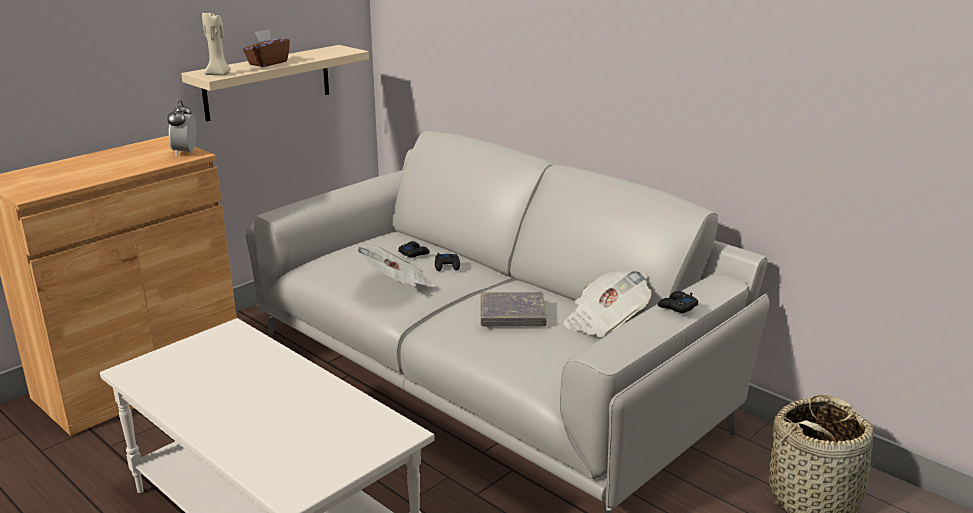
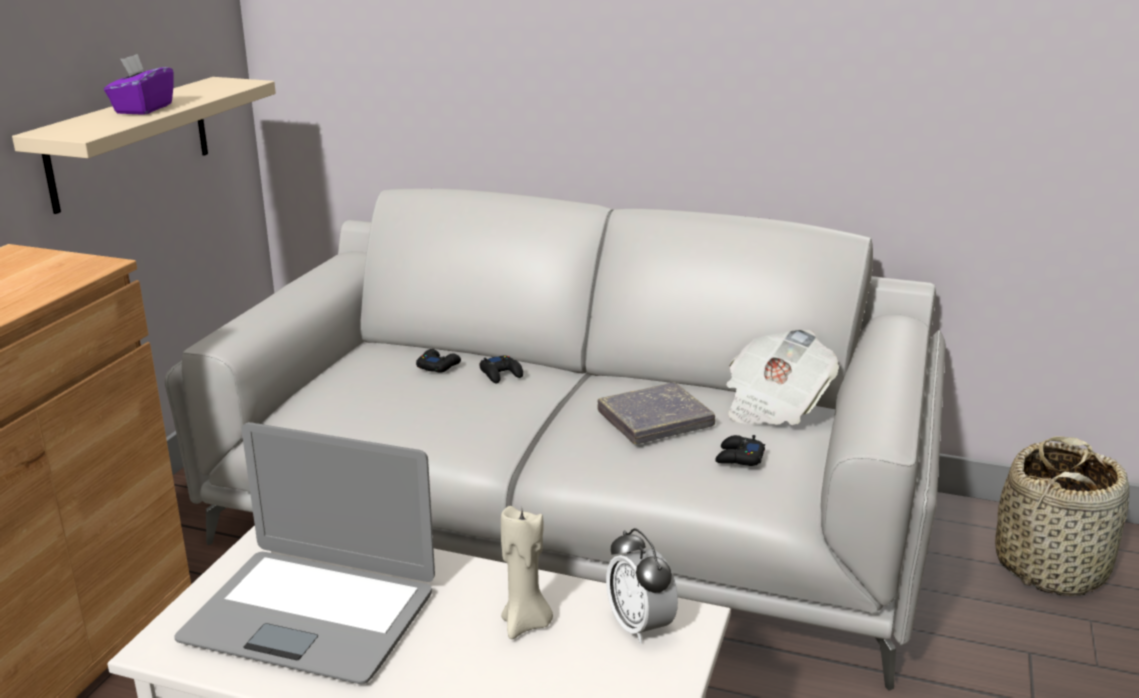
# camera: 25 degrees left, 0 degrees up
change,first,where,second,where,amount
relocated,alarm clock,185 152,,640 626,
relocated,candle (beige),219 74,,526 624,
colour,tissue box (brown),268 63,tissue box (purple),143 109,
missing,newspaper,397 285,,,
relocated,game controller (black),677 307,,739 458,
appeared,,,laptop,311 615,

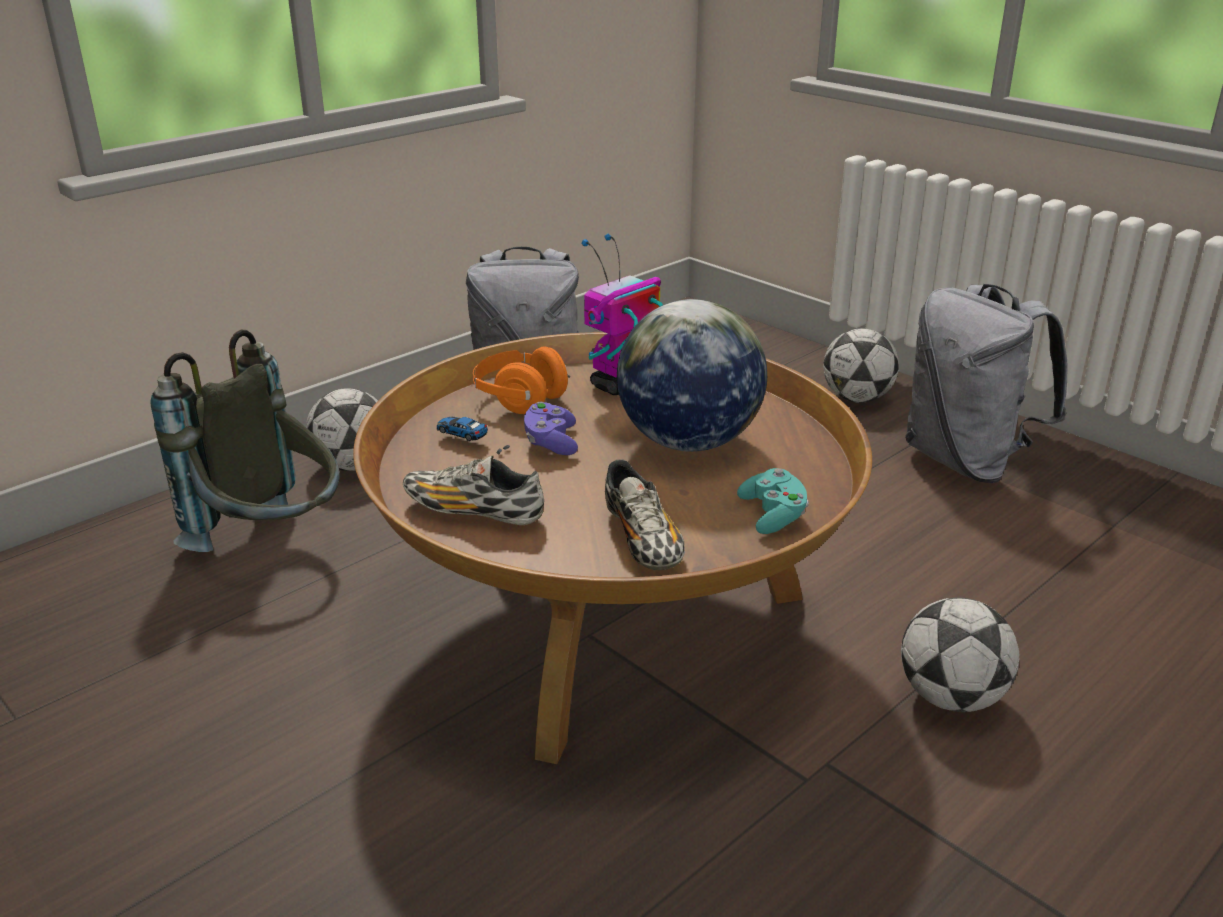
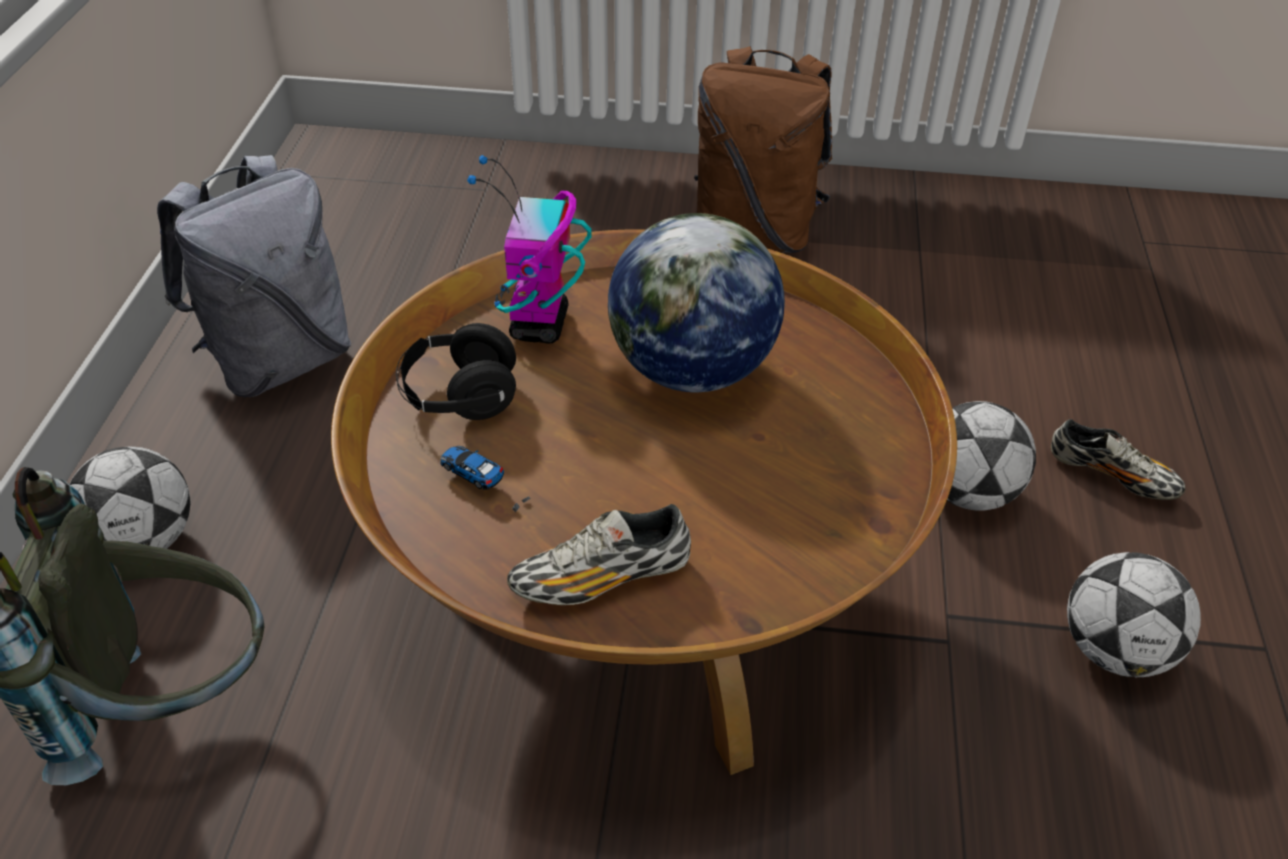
# camera: 40 degrees left, 15 degrees up
change,first,where,second,where,amount
spun,toy car,472 443,,485 485,45 degrees clockwise
colour,headphones (orange),519 399,headphones (black),459 397,
missing,game controller (purple),551 442,,,
relocated,shoe,643 541,,1111 476,
missing,game controller (turquoise),773 515,,,
relocated,football,857 398,,1114 650,
colour,backpack (grey),967 461,backpack (brown),756 231,

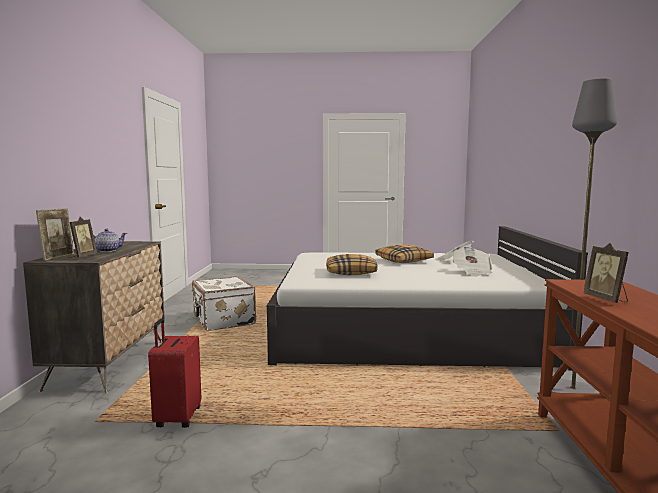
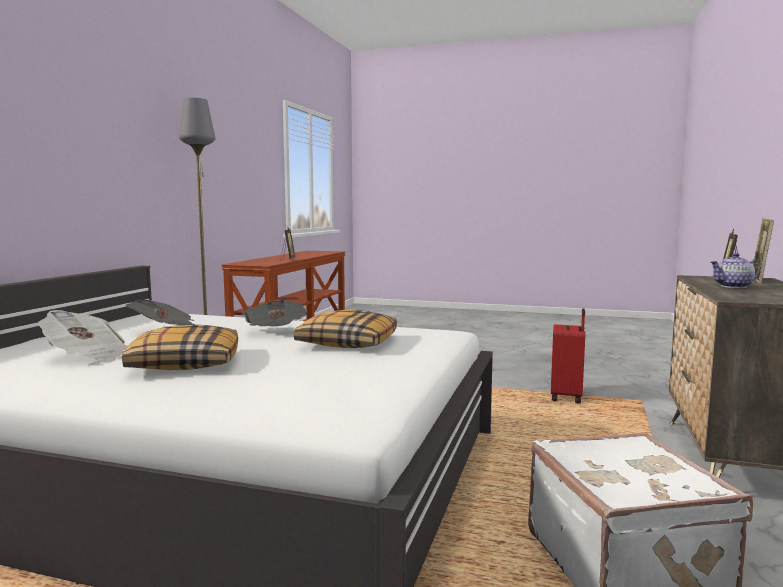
# camera: 165 degrees left, 0 degrees up
change,first,where,second,where,amount
appeared,,,newspaper,276 332,

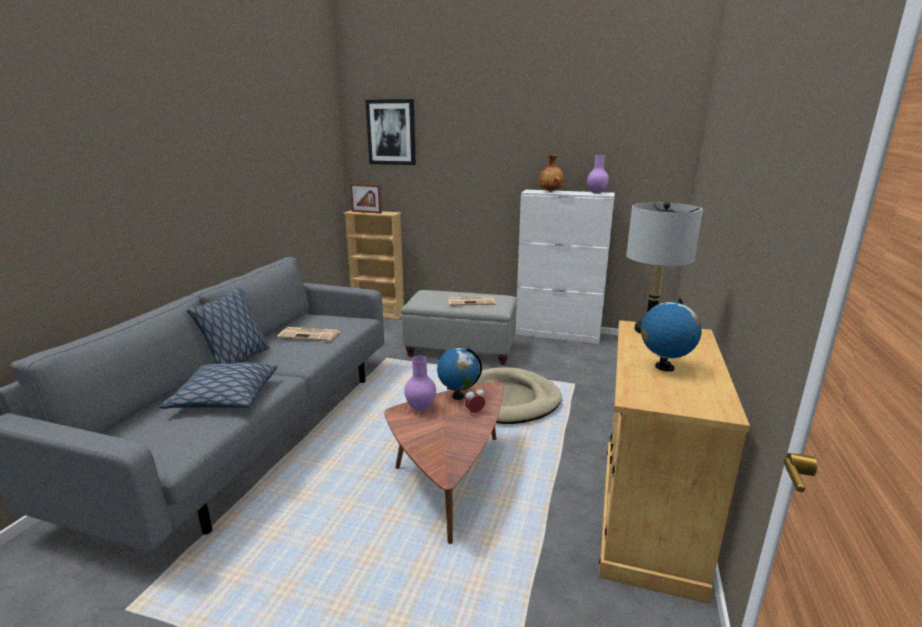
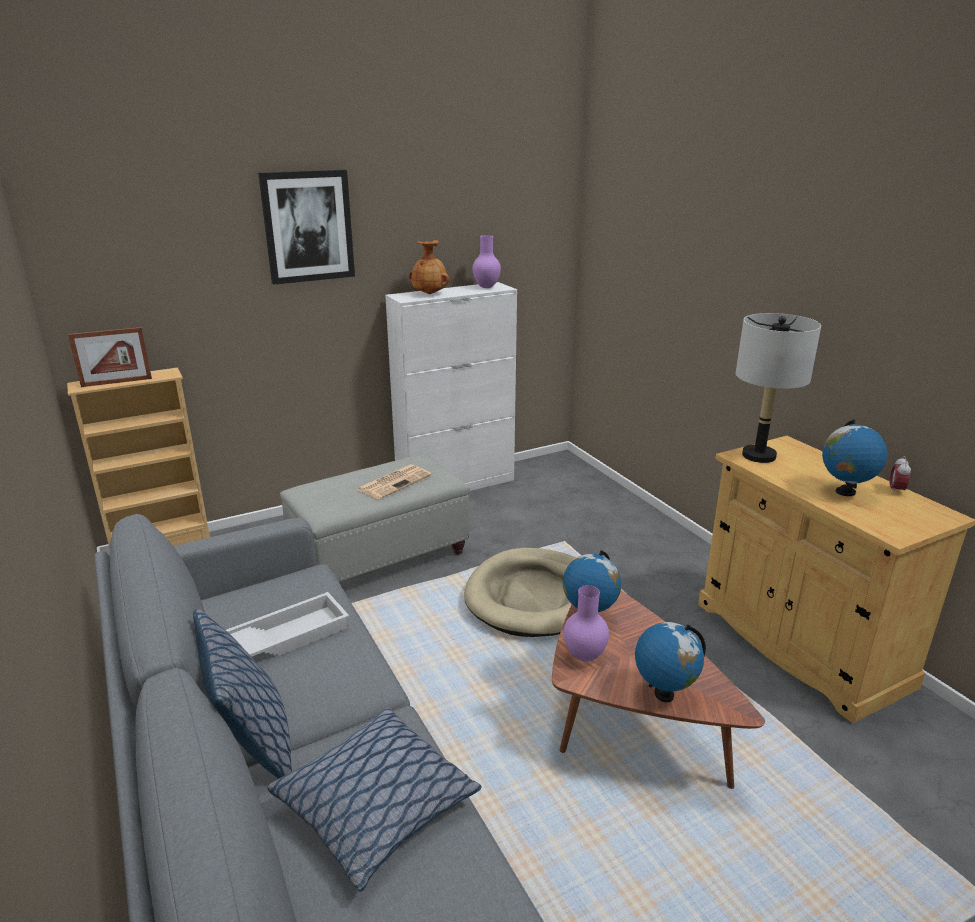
# camera: 45 degrees left, 5 degrees up
change,first,where,second,where,amount
exchanged,newspaper,310 334,tray (white),285 636,
relocated,picture,391 132,,308 226,
relocated,alarm clock,474 412,,896 490,
appeared,,,globe,664 694,

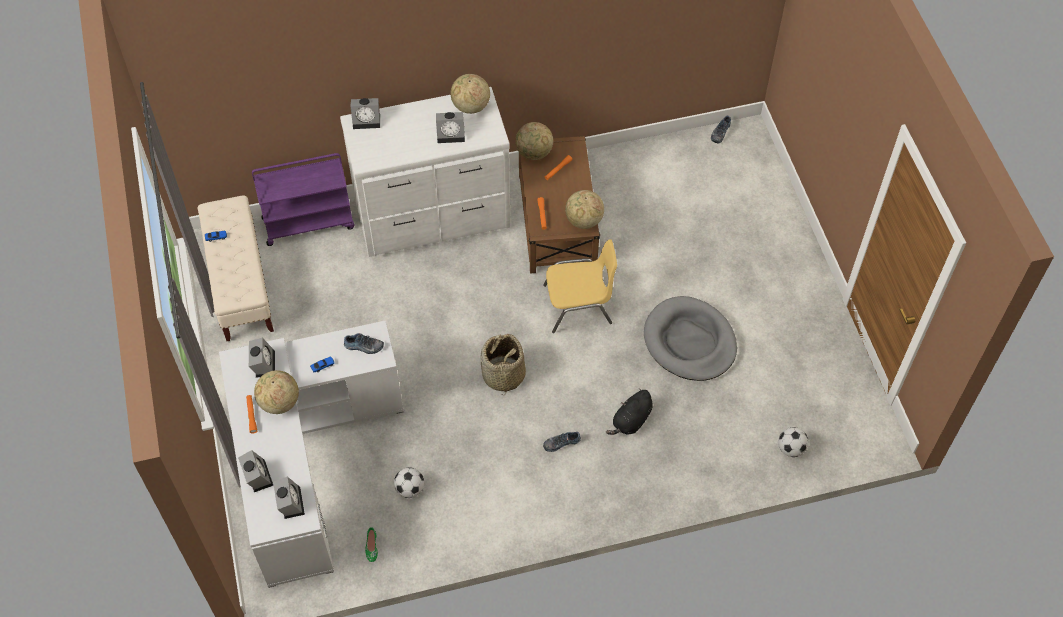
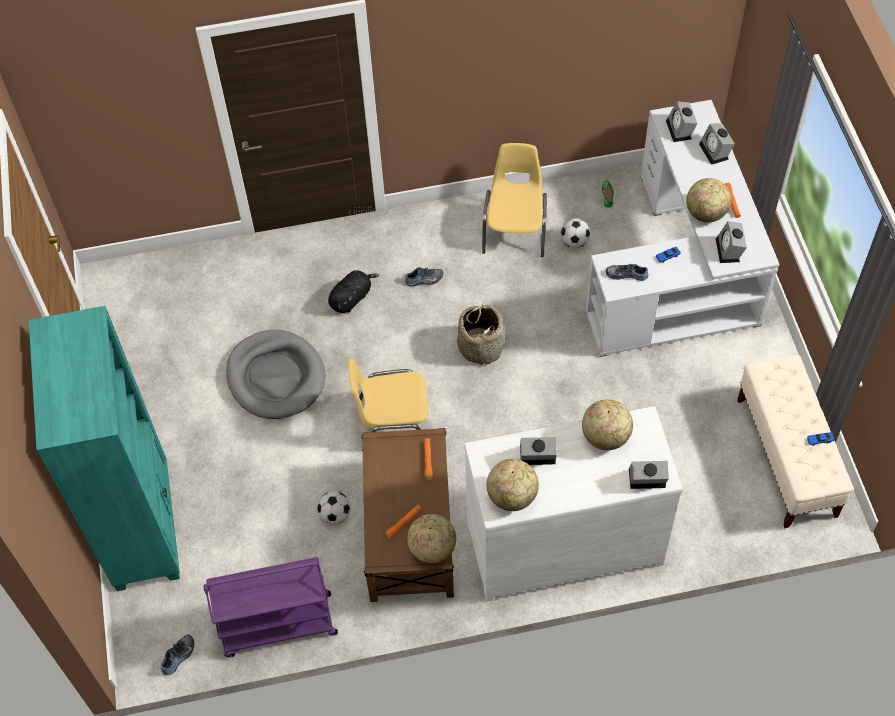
# camera: 175 degrees left, 0 degrees up
change,first,where,second,where,amount
relocated,cart (purple),309 222,,277 626,
relocated,globe,583 221,,606 437,
relocated,football,791 448,,335 515,
appeared,,,bookcase (turquoise),143 526,
appeared,,,chair (yellow),515 229,

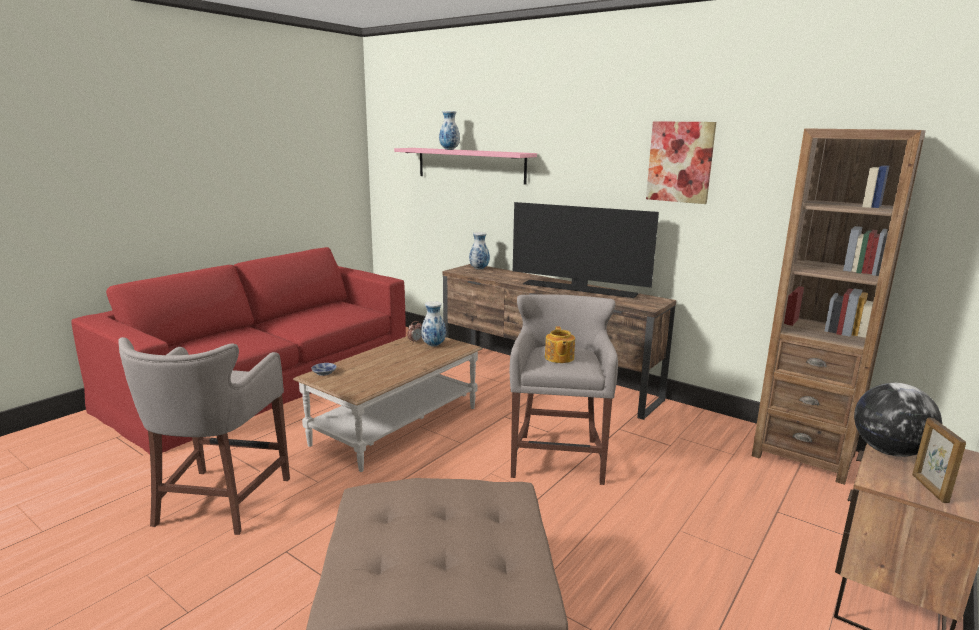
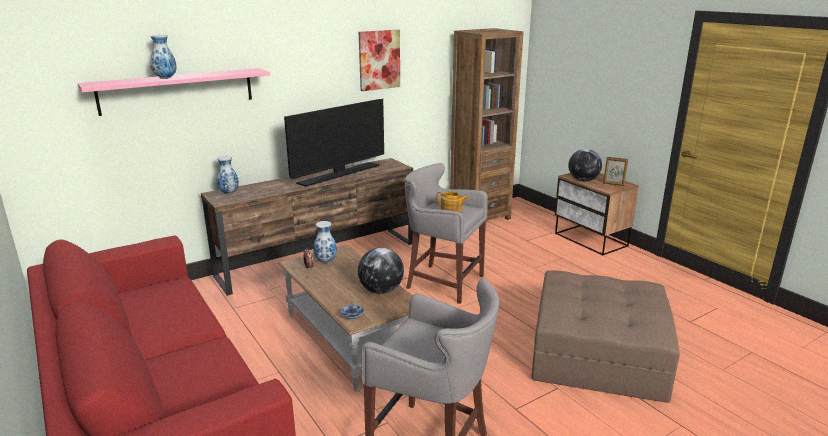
# camera: 70 degrees left, 5 degrees up
change,first,where,second,where,amount
appeared,,,globe,381 290,

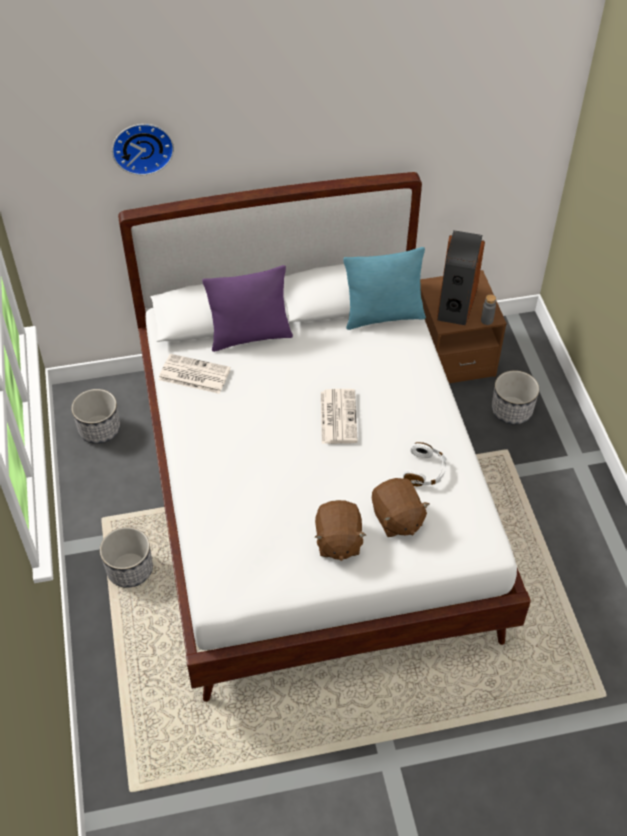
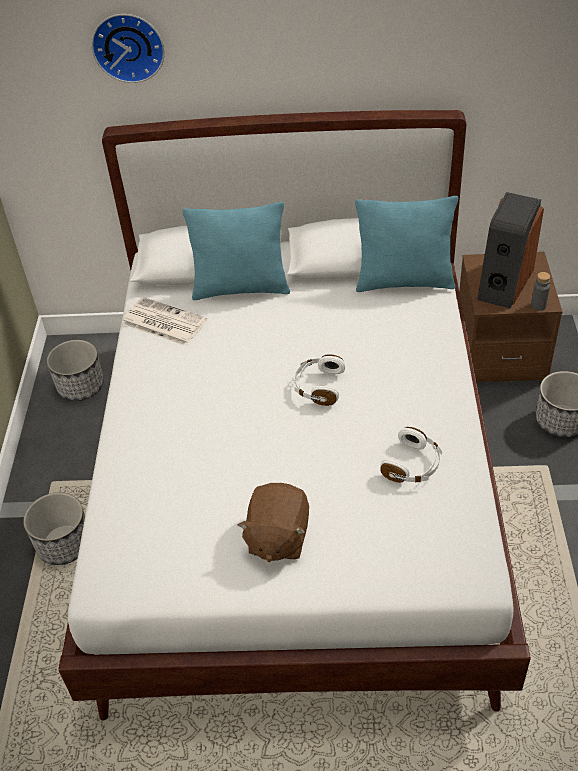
# camera: 15 degrees right, 5 degrees down
change,first,where,second,where,amount
colour,pillow (purple),250 336,pillow (turquoise),241 288,
exchanged,newspaper,338 416,headphones (white),318 386,
missing,plush toy (brown),397 519,,,

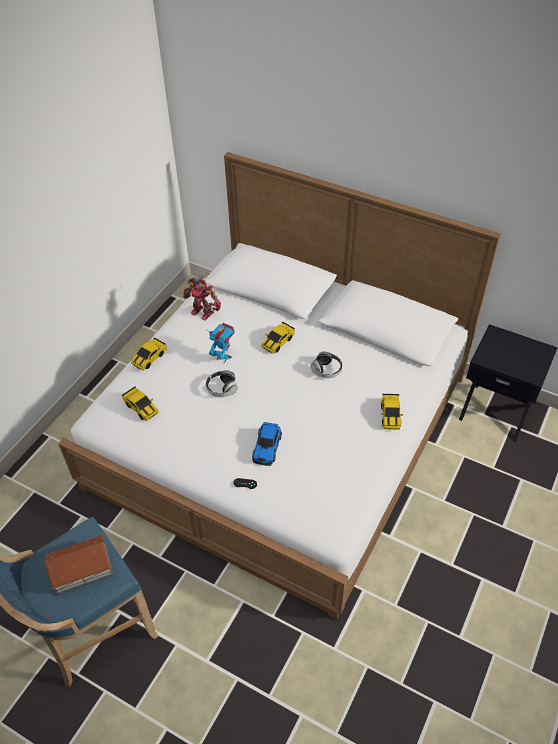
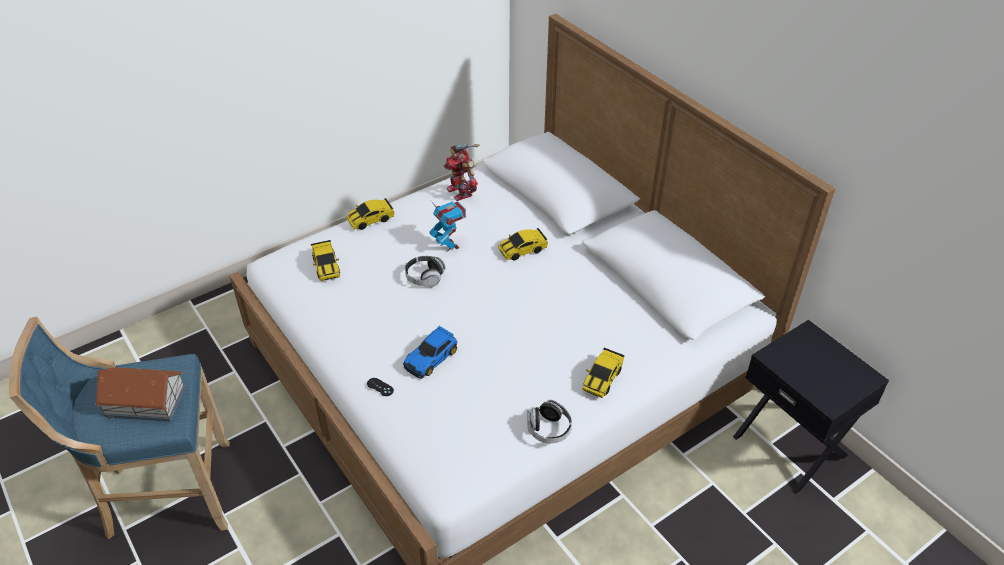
# camera: 25 degrees right, 5 degrees down
change,first,where,second,where,amount
relocated,headphones,327 370,,549 429,

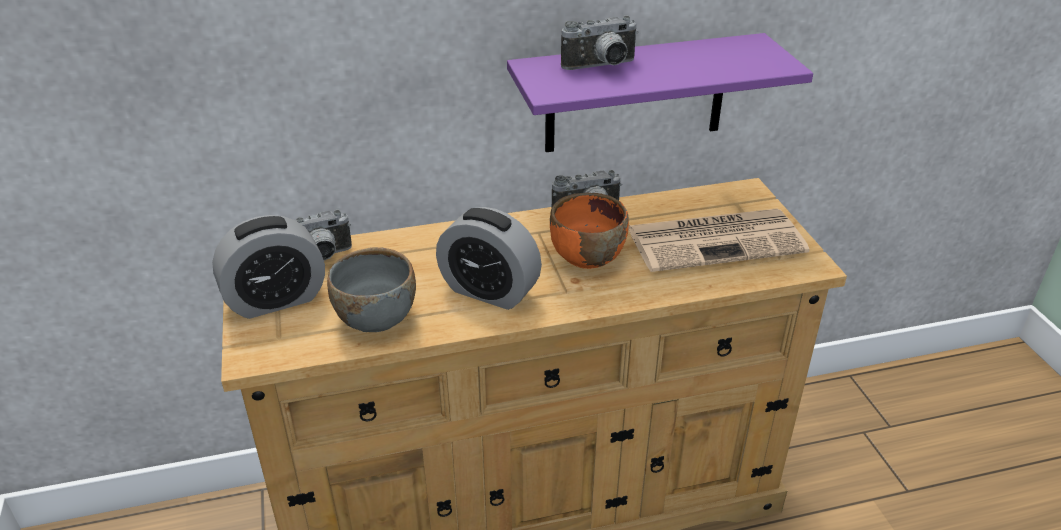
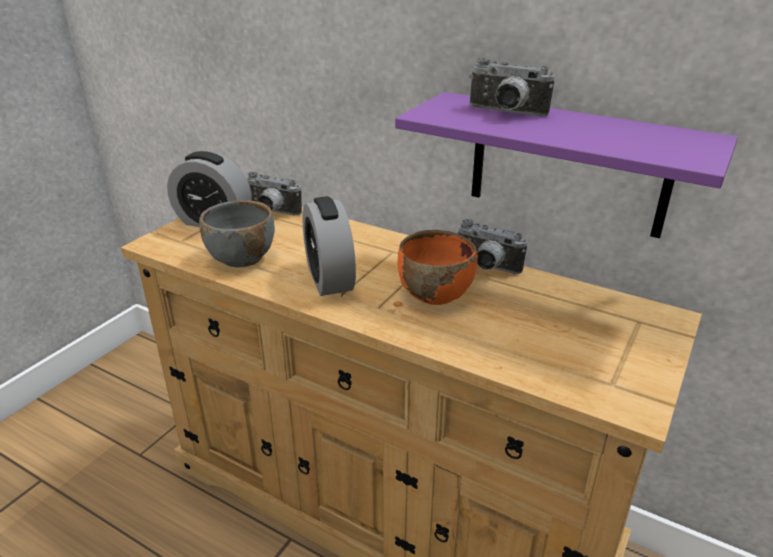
# camera: 45 degrees right, 5 degrees down
change,first,where,second,where,amount
missing,newspaper,717 240,,,

